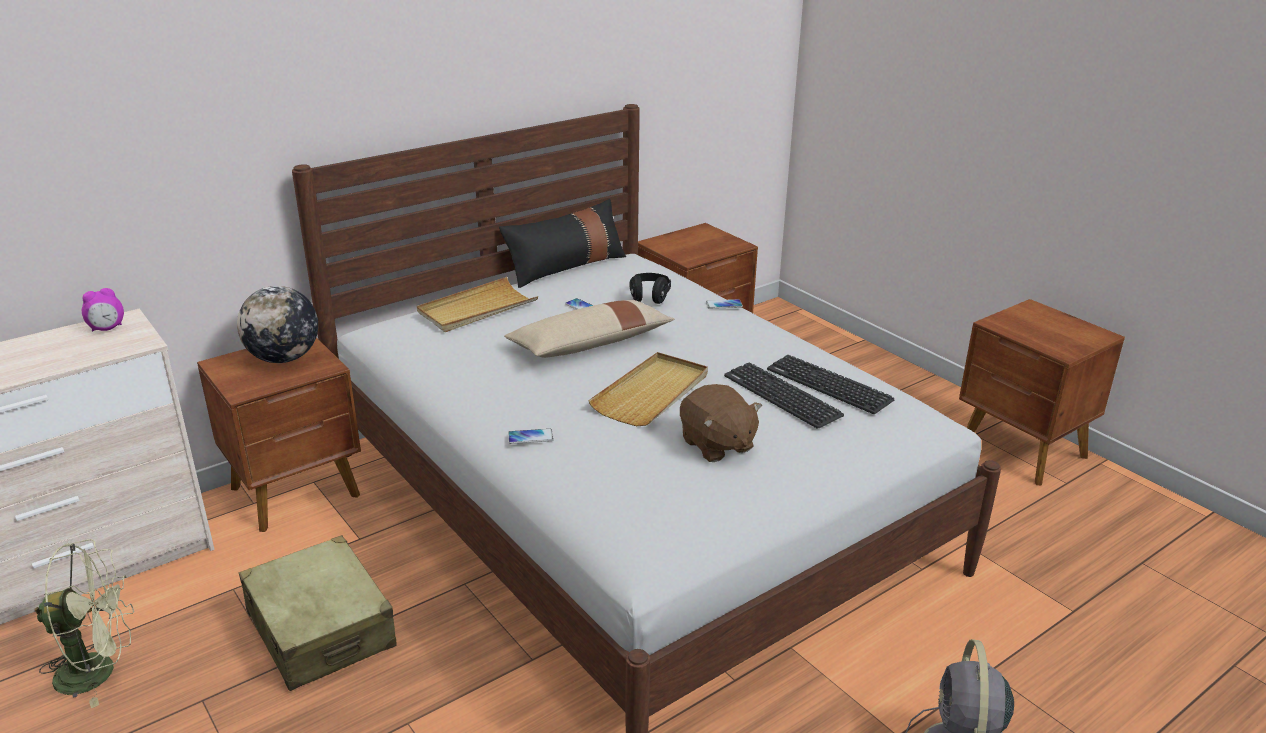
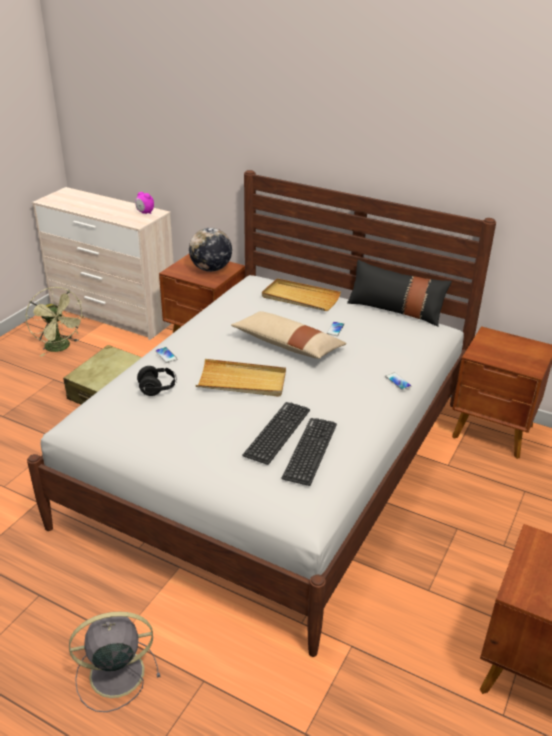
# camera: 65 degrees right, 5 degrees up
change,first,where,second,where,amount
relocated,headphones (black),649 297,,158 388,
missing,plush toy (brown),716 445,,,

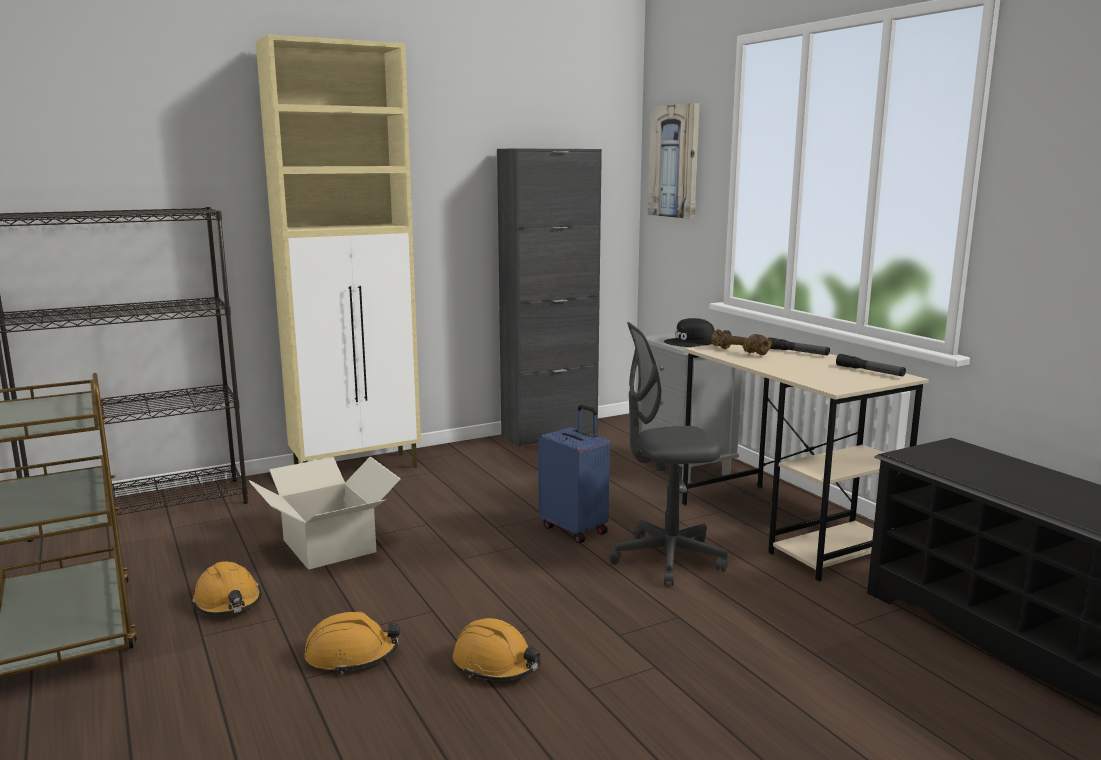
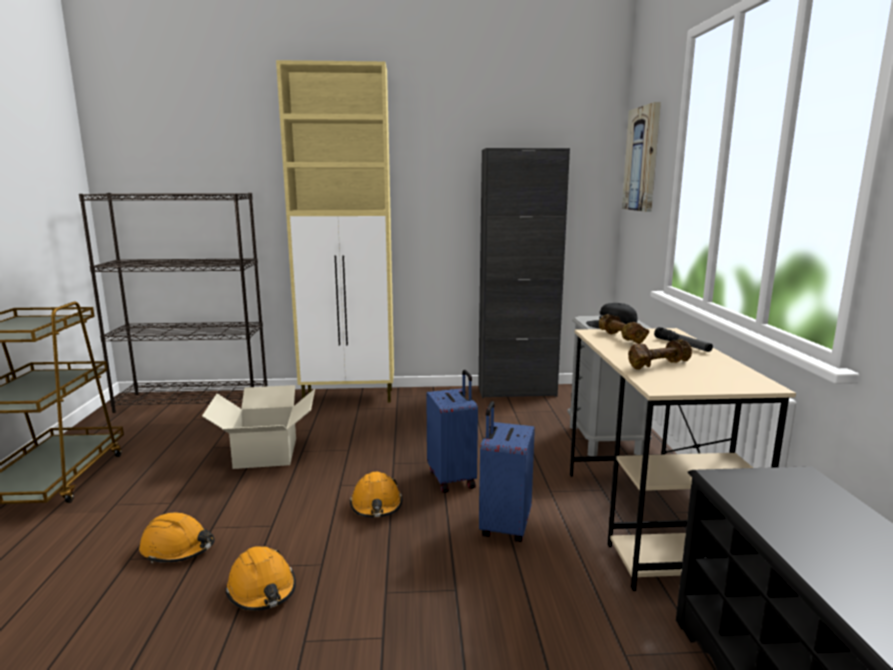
# camera: 25 degrees right, 0 degrees up
change,first,where,second,where,amount
relocated,hard hat (orange),228 602,,376 506,
exchanged,office chair (grey),667 559,suitcase (blue),504 526,
missing,flashlight,869 371,,,
appeared,,,dumbbell (brown),658 365,

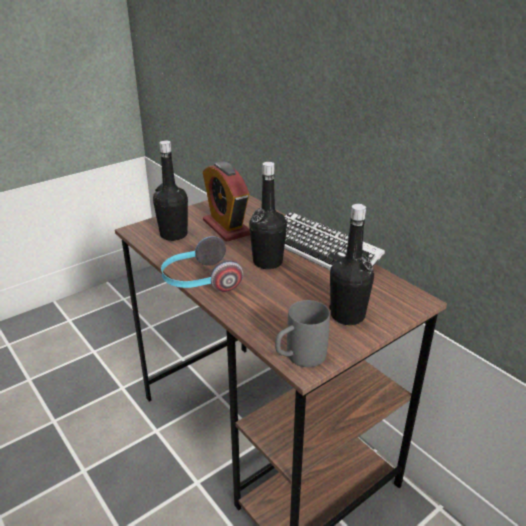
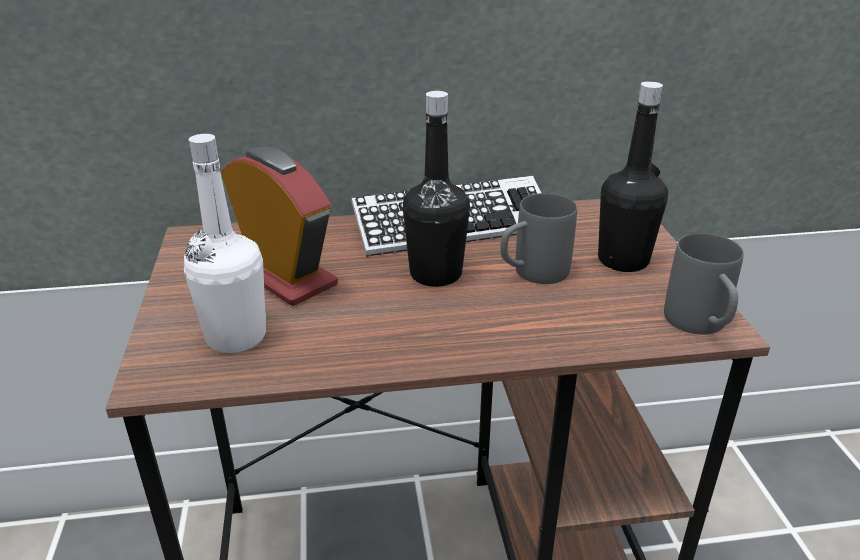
# camera: 60 degrees left, 0 degrees up
change,first,where,second,where,amount
colour,bottle (black),174 234,bottle (white),236 337,
missing,headphones,199 281,,,
spun,alarm clock,226 227,,284 276,135 degrees counterclockwise
appeared,,,mug (grey),531 274,

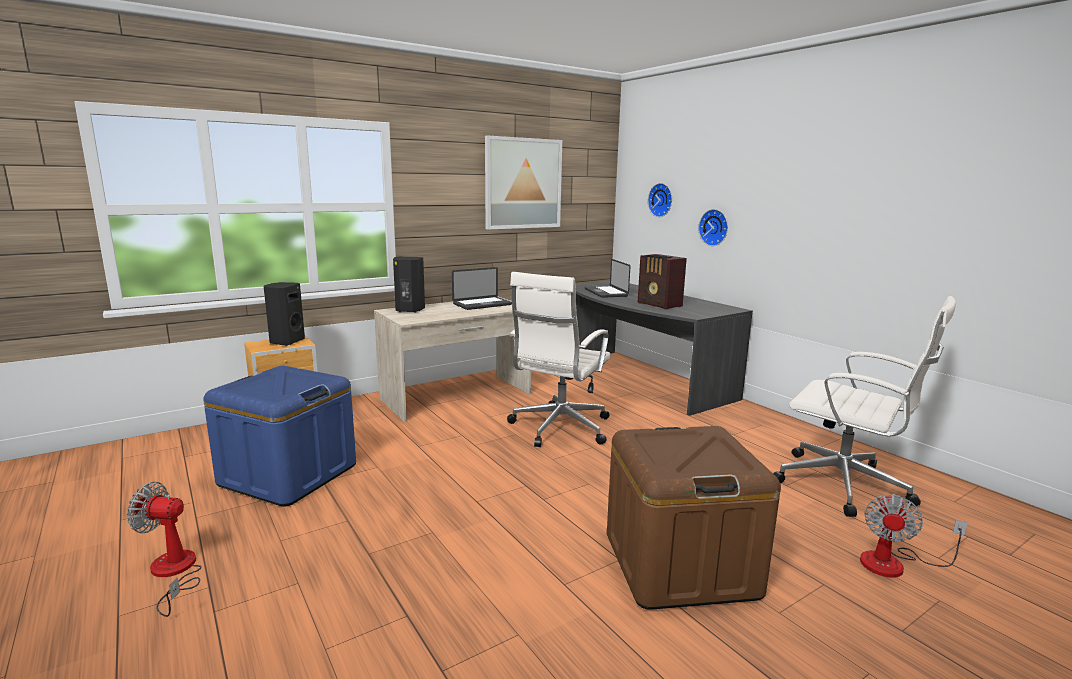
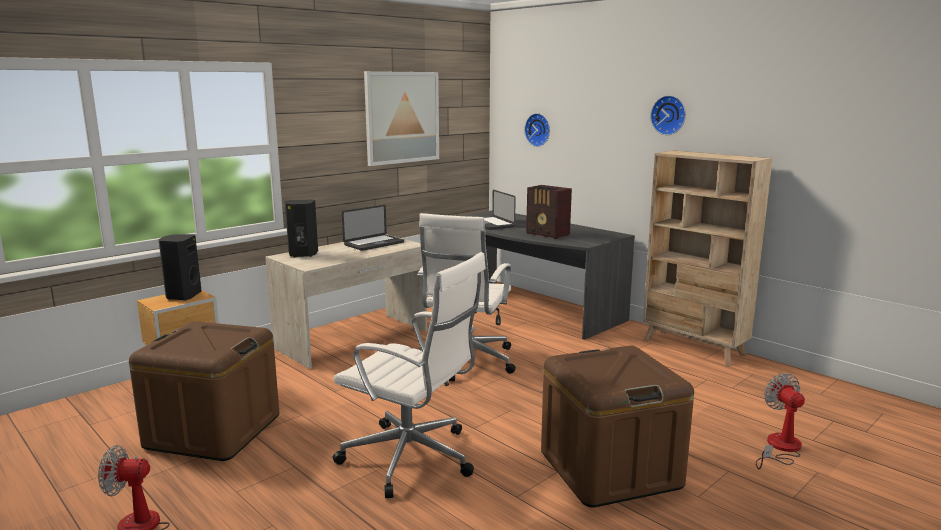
# camera: 10 degrees left, 0 degrees up
change,first,where,second,where,amount
colour,storage box (blue),288 475,storage box (brown),213 431,
relocated,wall clock,715 227,,669 115,
relocated,office chair (white),845 486,,412 459,
spun,fan,894 563,,780 448,150 degrees clockwise
appeared,,,bookcase (beige),694 348,

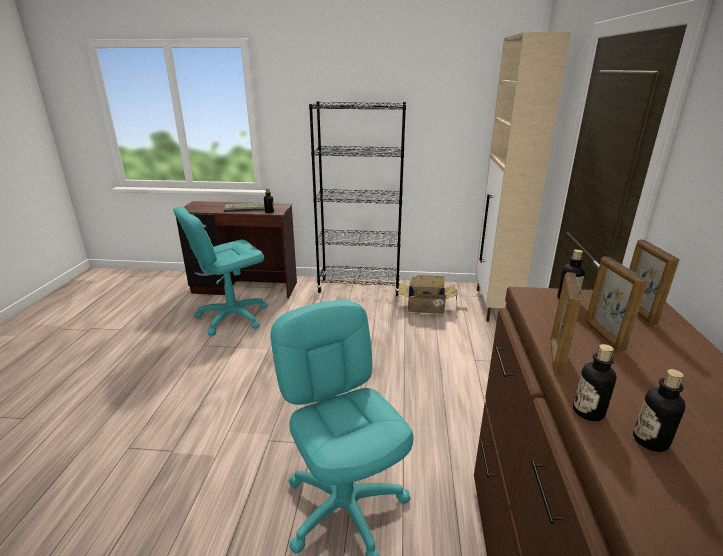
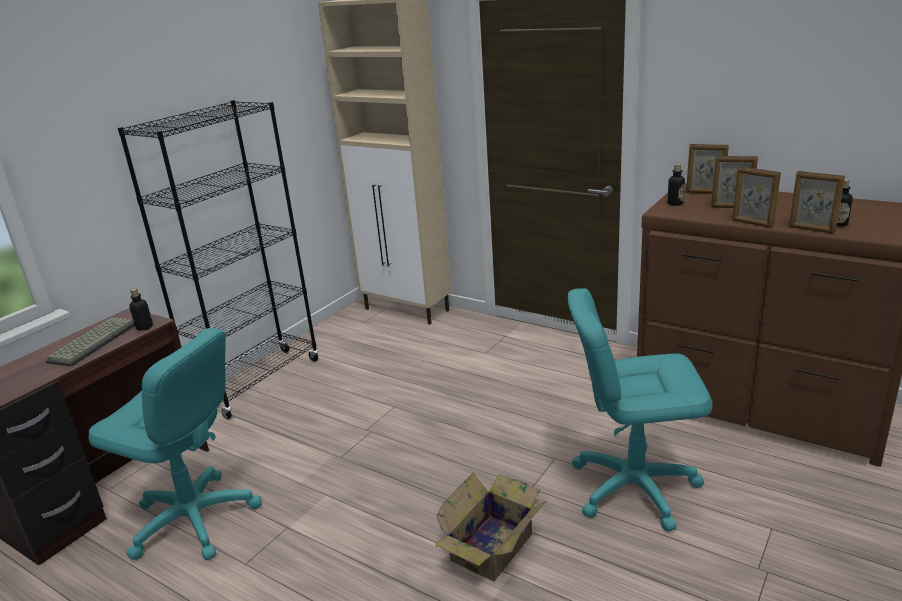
# camera: 60 degrees left, 0 degrees up
change,first,where,second,where,amount
spun,office chair (turquoise),232 317,,193 520,60 degrees counterclockwise
relocated,cardboard box,427 307,,495 545,
exchanged,bottle,588 412,picture frame,811 229,

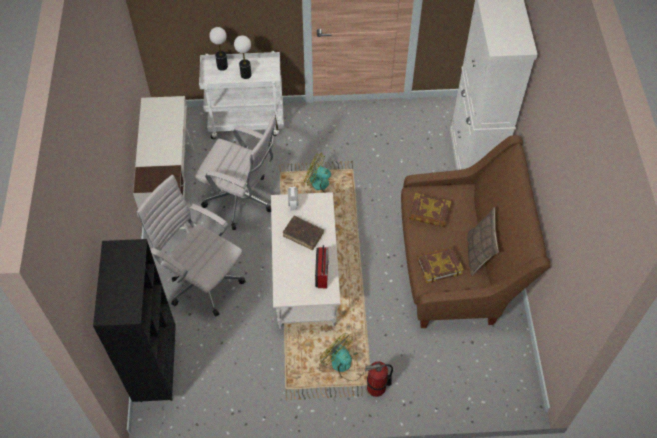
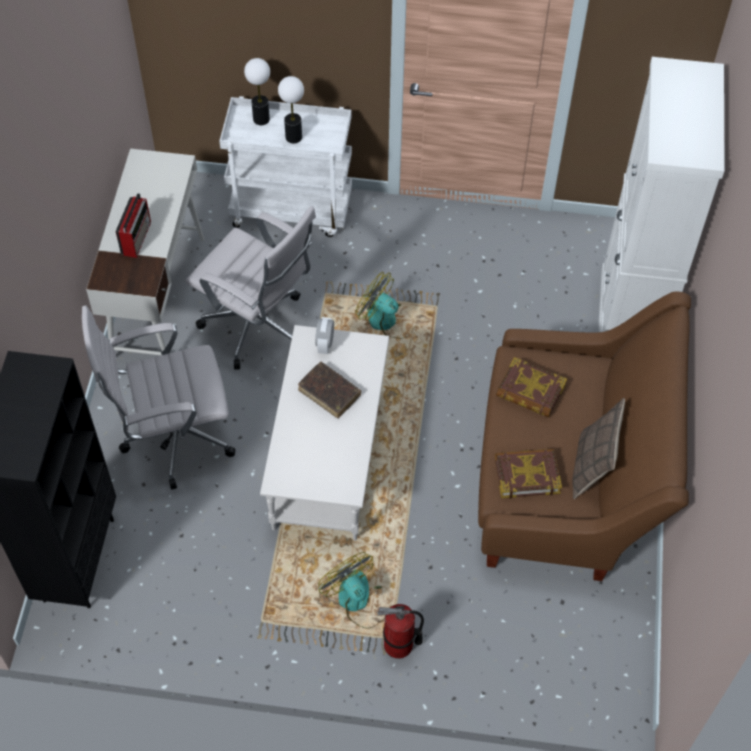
# camera: 10 degrees right, 0 degrees up
change,first,where,second,where,amount
spun,office chair (white),202 281,,173 438,60 degrees counterclockwise
relocated,radio,322 273,,137 237,

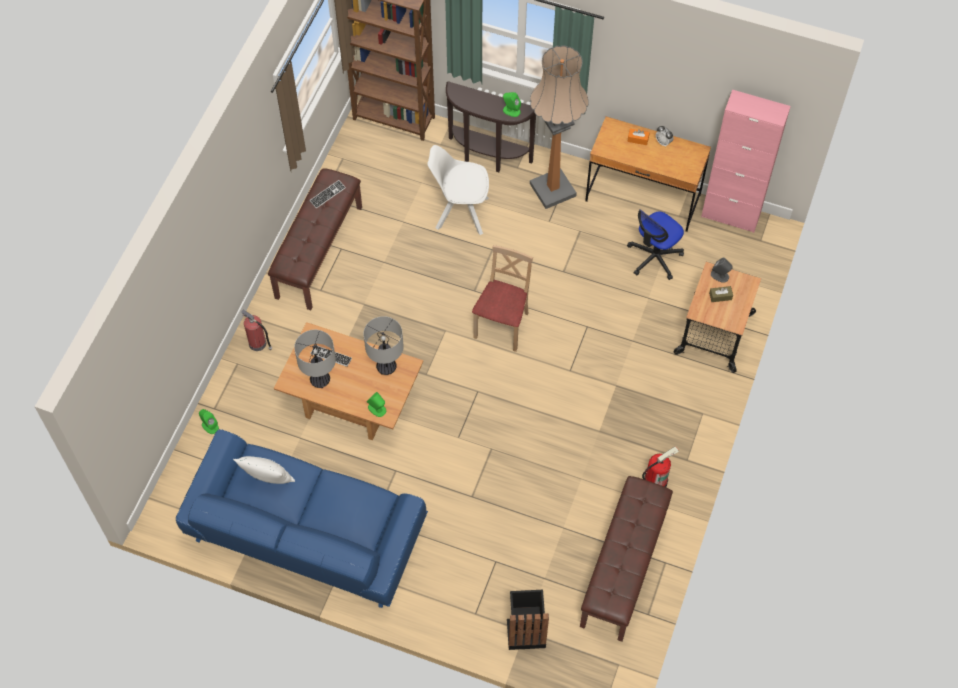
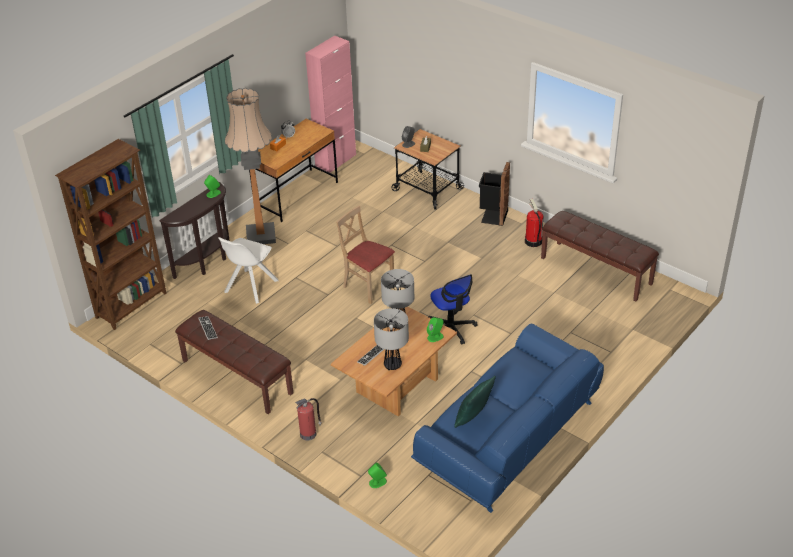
# camera: 70 degrees left, 20 degrees down
change,first,where,second,where,amount
colour,pillow (white),268 479,pillow (green),473 416,
relocated,trash can (black),525 631,,493 216,
relocated,office chair,654 257,,451 329,

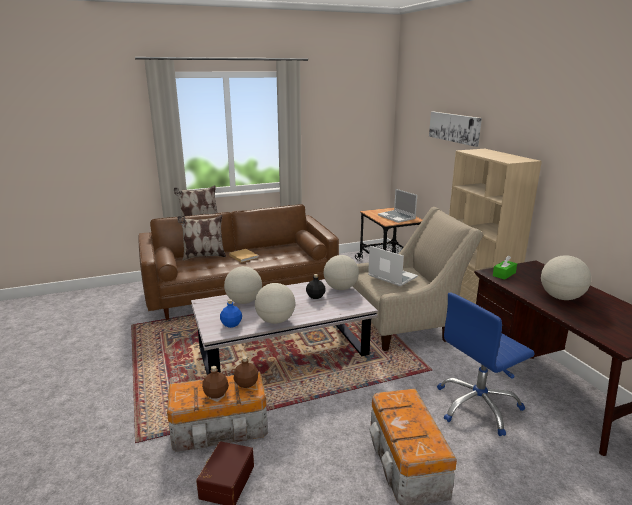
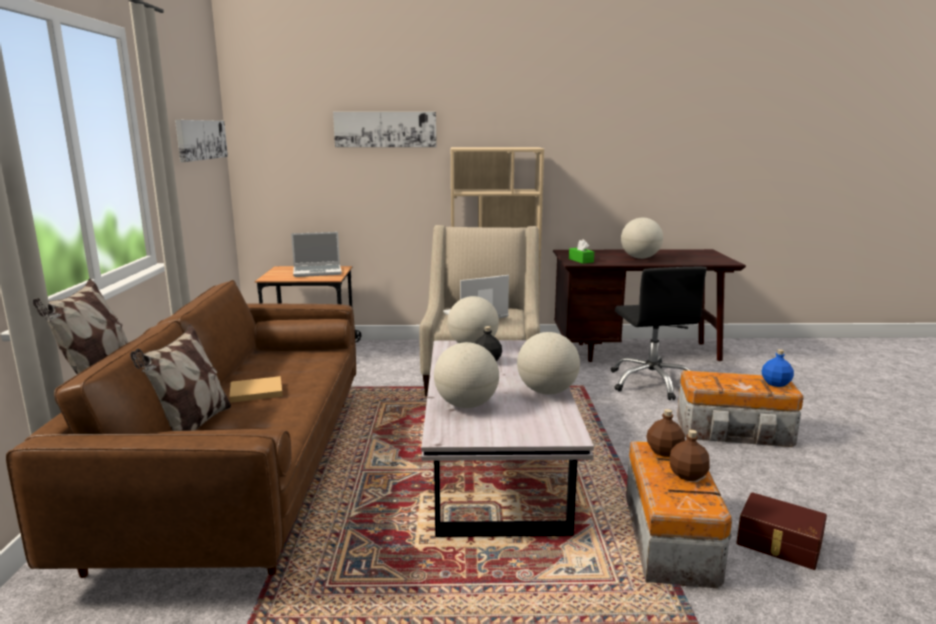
# camera: 70 degrees left, 5 degrees down
change,first,where,second,where,amount
relocated,bottle (blue),231 324,,775 383,
colour,office chair (blue),478 406,office chair (black),651 382,
appeared,,,picture,201 139,

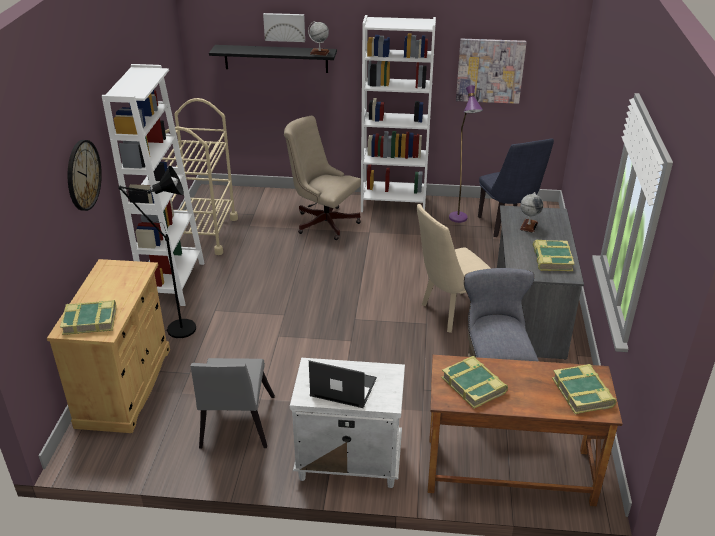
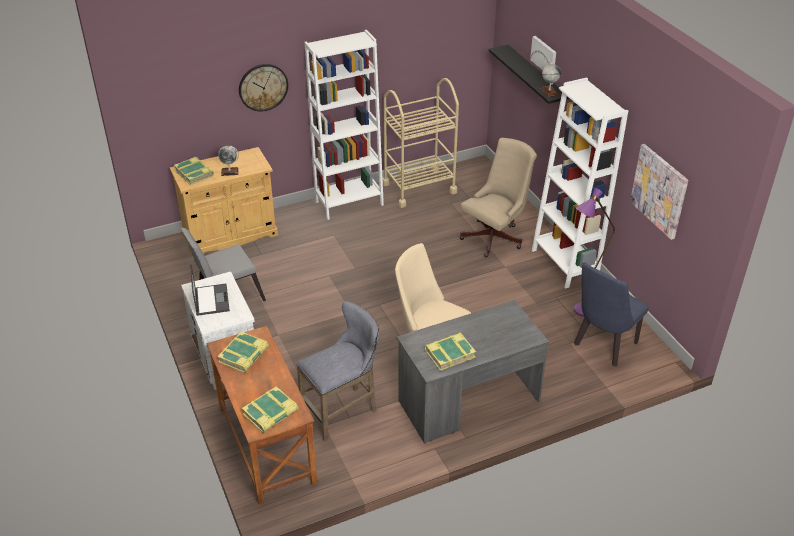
# camera: 60 degrees right, 5 degrees up
change,first,where,second,where,amount
missing,floor lamp (black),175 330,,,
spun,office chair (beige),323 221,,495 236,45 degrees clockwise
relocated,globe,528 226,,230 172,

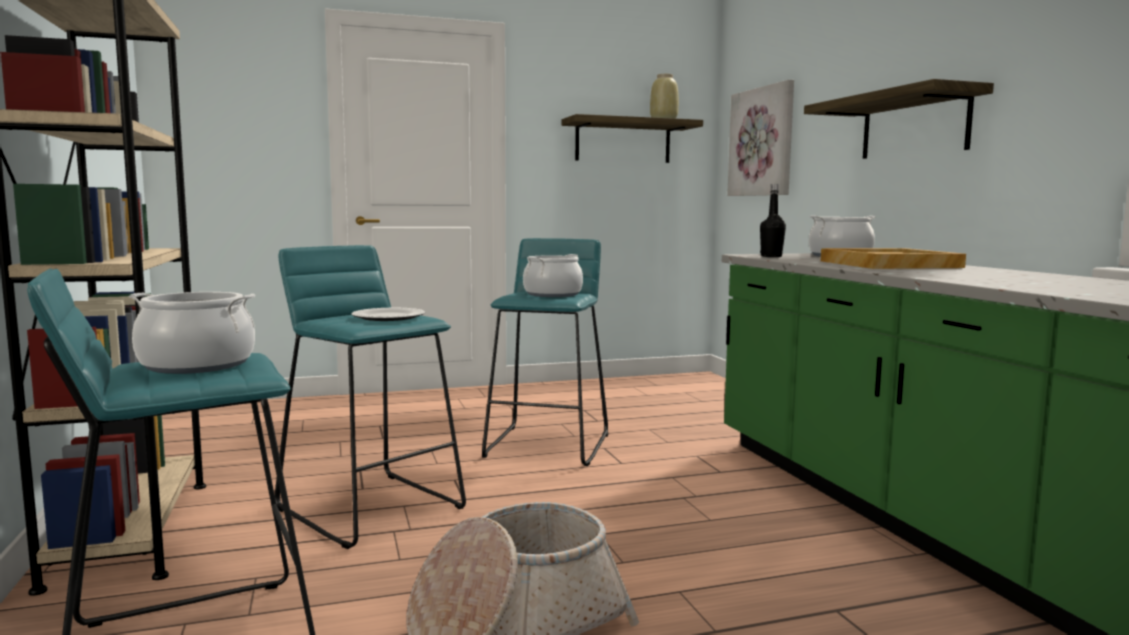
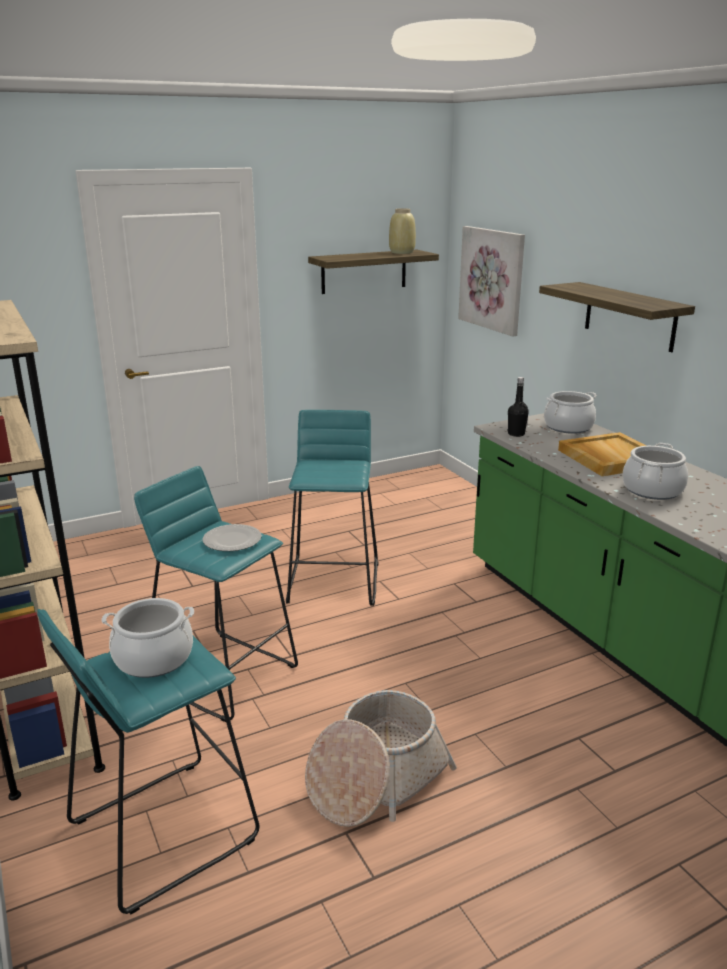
# camera: 10 degrees left, 15 degrees up
change,first,where,second,where,amount
relocated,cooking pot,552 294,,652 490,

